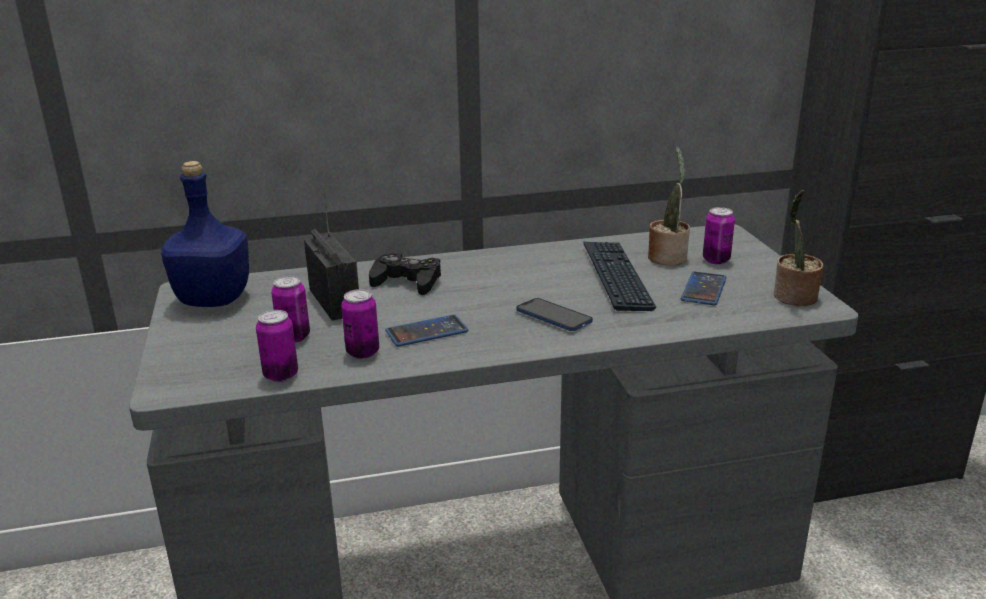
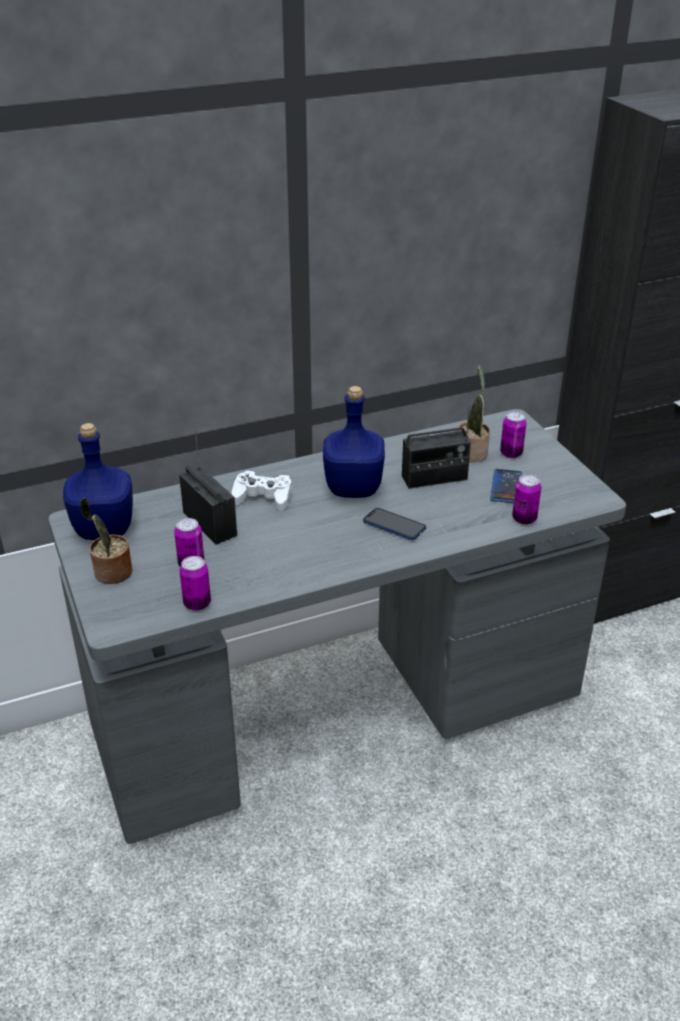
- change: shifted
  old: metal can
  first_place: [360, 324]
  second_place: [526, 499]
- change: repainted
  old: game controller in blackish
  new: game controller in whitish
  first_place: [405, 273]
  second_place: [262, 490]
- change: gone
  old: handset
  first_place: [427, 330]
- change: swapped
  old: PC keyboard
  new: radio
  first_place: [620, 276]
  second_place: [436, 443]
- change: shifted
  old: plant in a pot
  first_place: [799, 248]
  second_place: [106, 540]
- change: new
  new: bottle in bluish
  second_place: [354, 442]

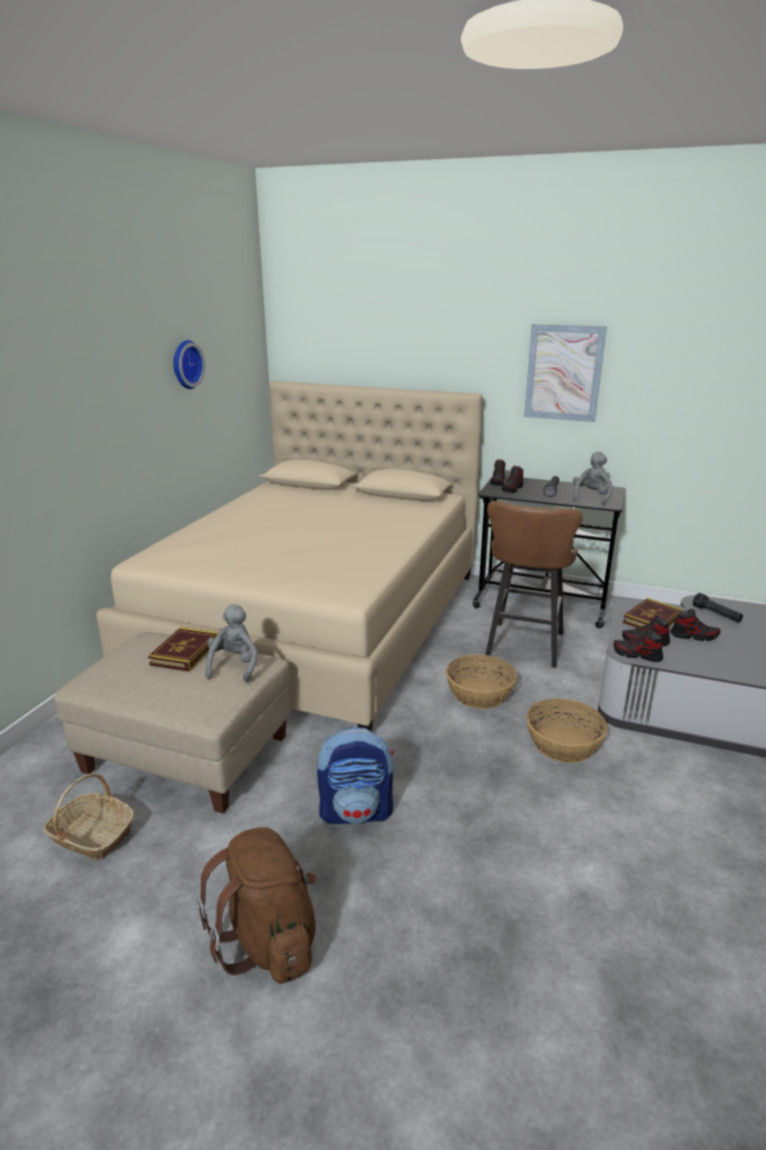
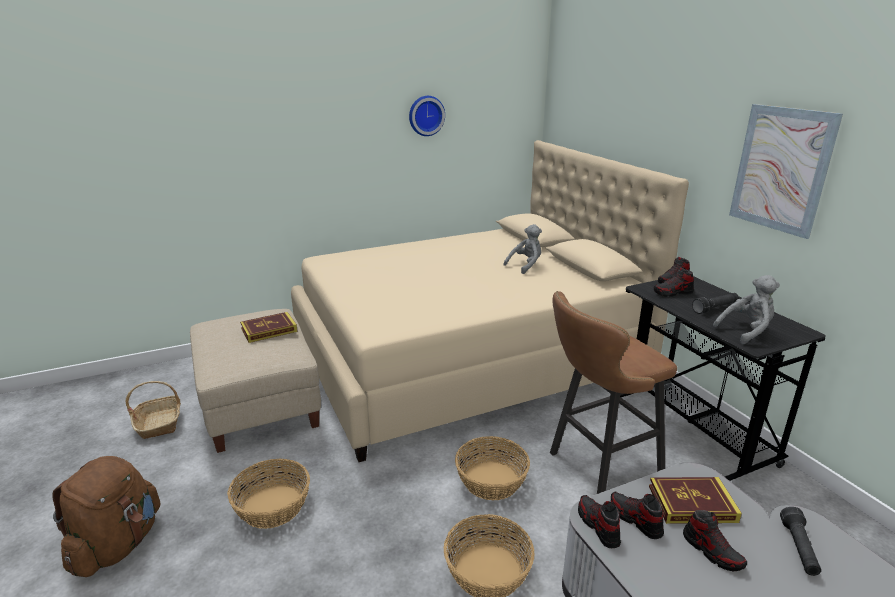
- change: shifted
  old: soft toy in gray
  first_place: [231, 643]
  second_place: [522, 249]
- change: swapped
  old: rucksack
  new: household basket
  first_place: [355, 775]
  second_place: [268, 494]

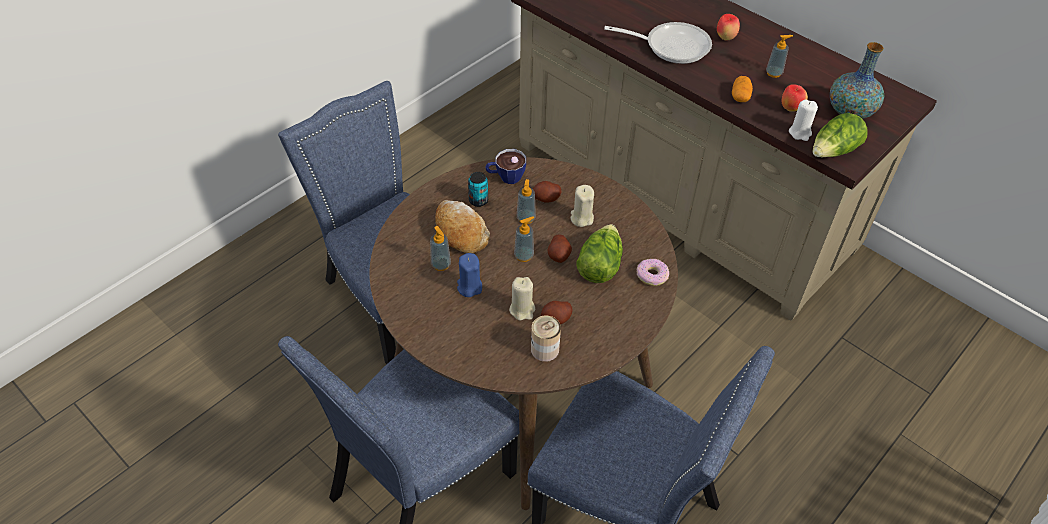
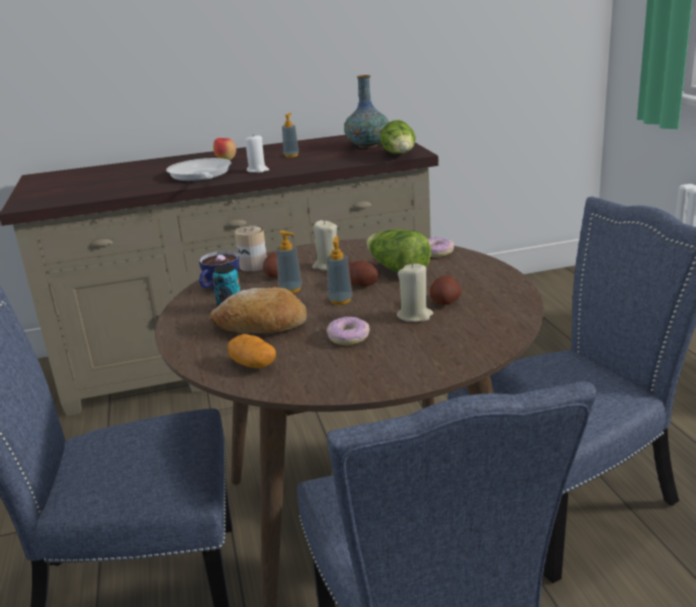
- change: gone
  old: liquid soap bottle
  first_place: [440, 248]
- change: swapped
  old: wax candle in bluish
  new: donut
  first_place: [469, 275]
  second_place: [348, 330]
- change: shifted
  old: metal can
  first_place: [546, 339]
  second_place: [251, 249]
- change: rotated
  old: skillet
  first_place: [658, 43]
  second_place: [198, 169]
  degrees: -60
- change: shifted
  old: spud
  first_place: [742, 89]
  second_place: [252, 351]
- change: gone
  old: apple fruit
  first_place: [795, 98]
- change: shifted
  old: wax candle in whitish
  first_place: [803, 120]
  second_place: [257, 153]

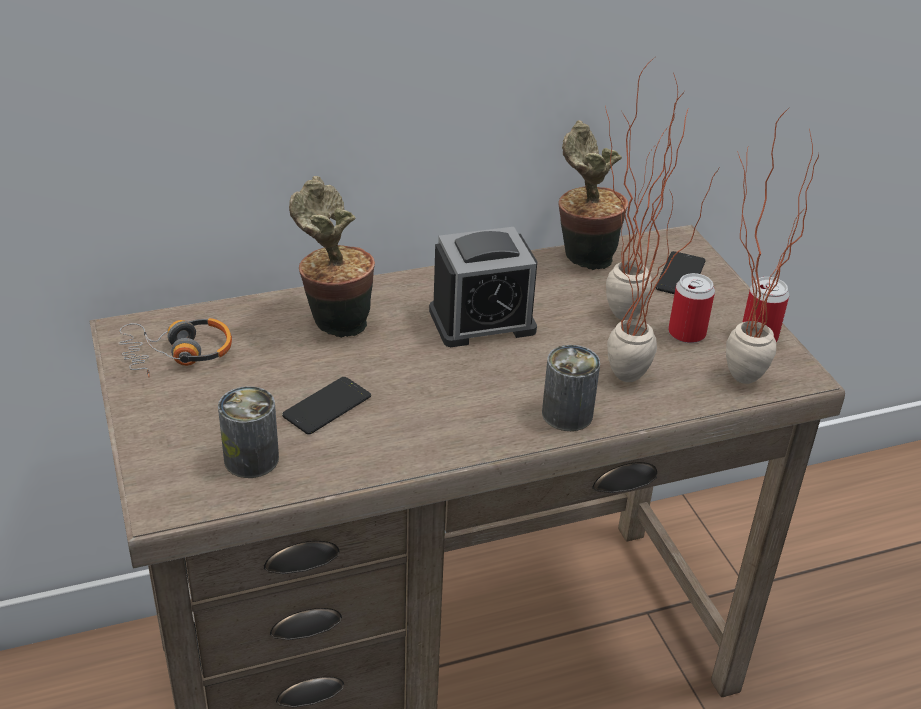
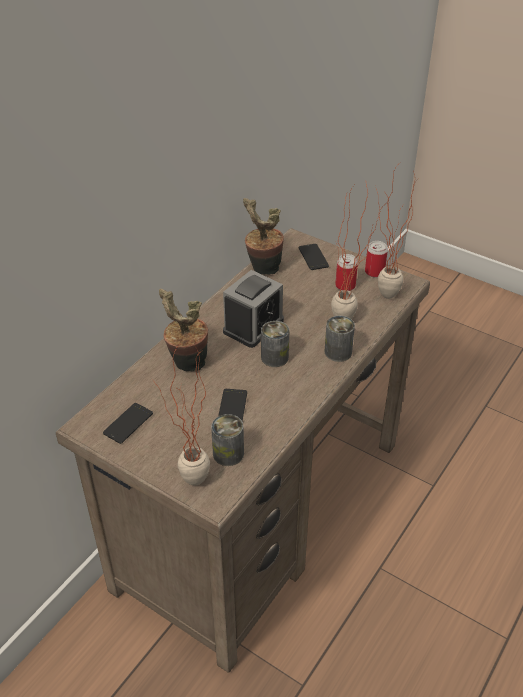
- change: swapped
  old: pair of headphones
  new: handset
  first_place: [175, 347]
  second_place: [128, 423]
- change: shifted
  old: plant in a pot
  first_place: [644, 189]
  second_place: [181, 413]
- change: new
  new: metal can
  second_place: [275, 344]

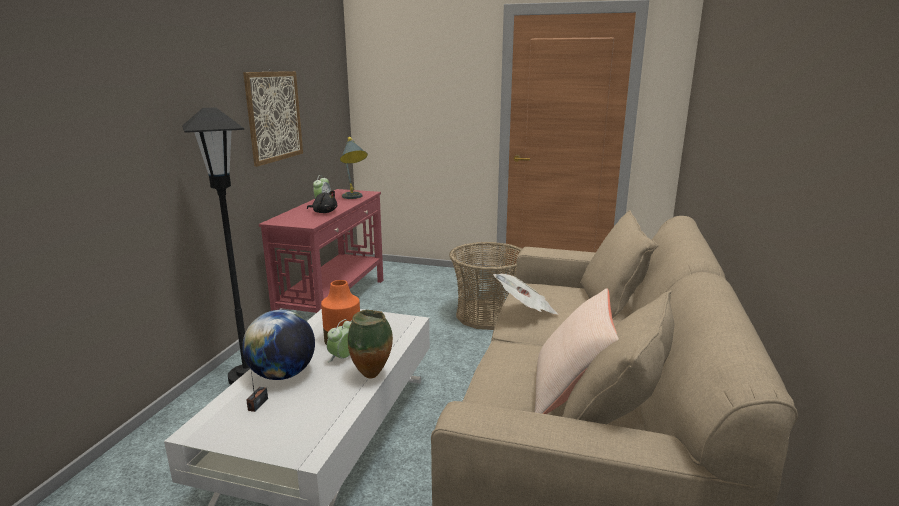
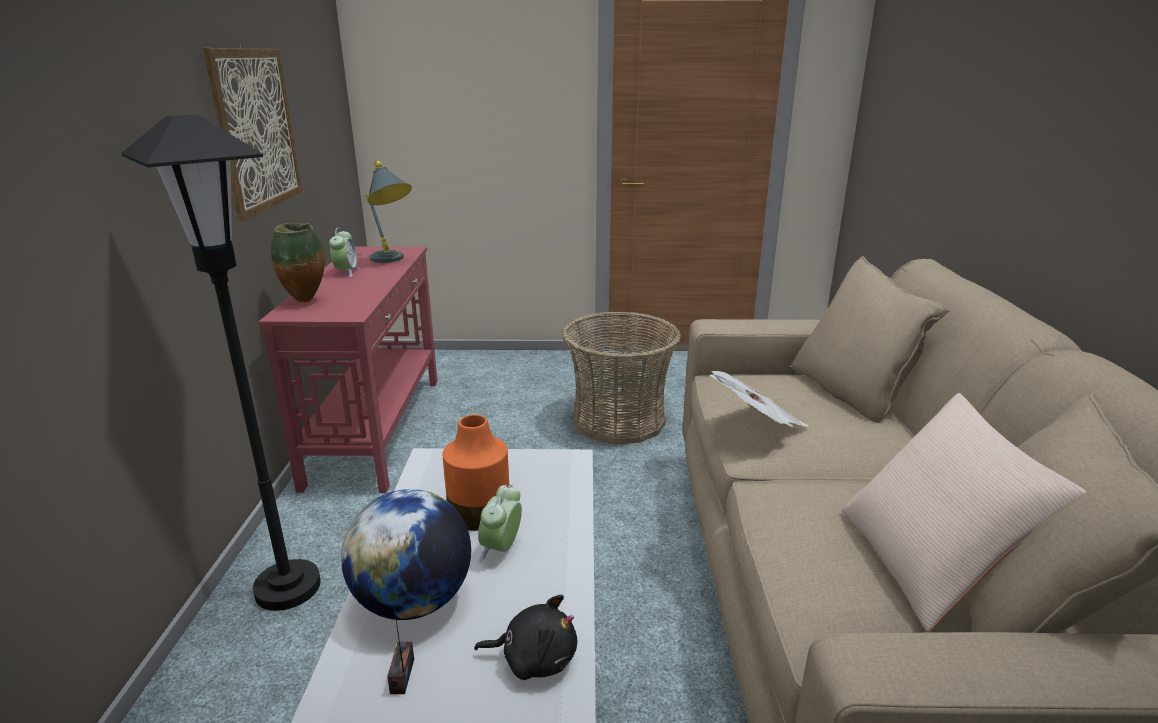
- change: shifted
  old: soft toy in blackish
  first_place: [322, 201]
  second_place: [525, 637]
- change: shifted
  old: vase
  first_place: [370, 344]
  second_place: [298, 262]

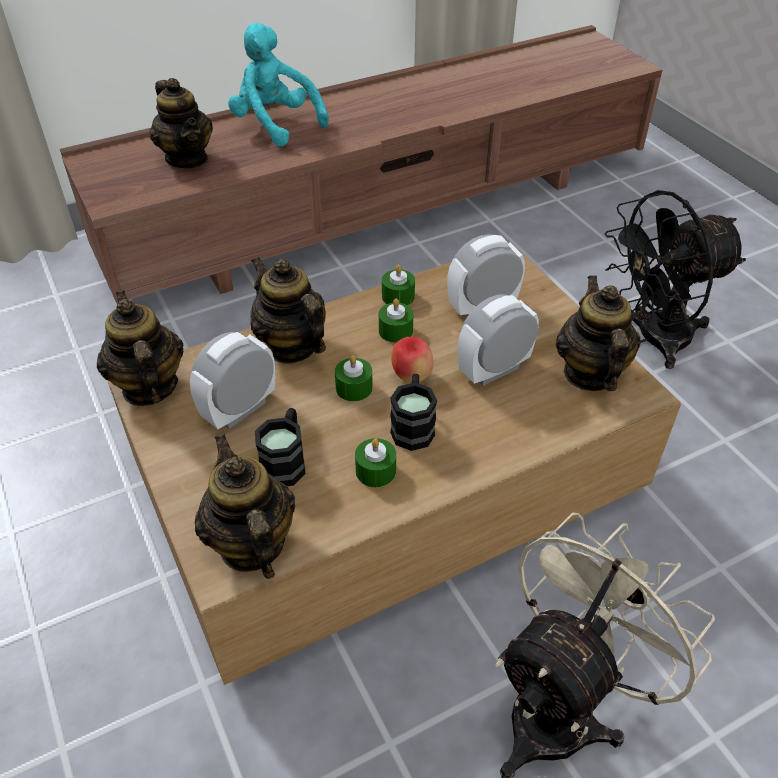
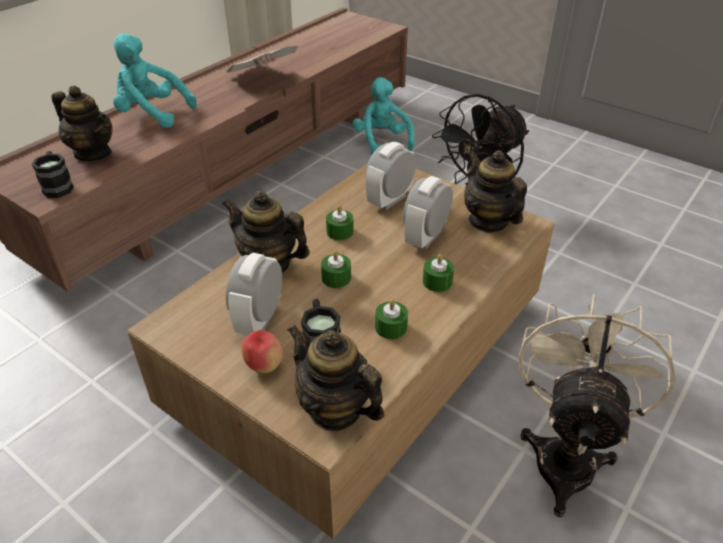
- change: gone
  old: teapot
  first_place: [140, 348]
- change: shifted
  old: wax candle in greenish
  first_place: [398, 285]
  second_place: [438, 273]
- change: shifted
  old: tea mug in blackish
  first_place: [413, 412]
  second_place: [53, 174]
- change: shifted
  old: apple fruit
  first_place: [412, 360]
  second_place: [262, 351]
- change: new
  new: daily paper
  second_place: [262, 59]
- change: new
  new: soft toy in turquoise
  second_place: [384, 115]

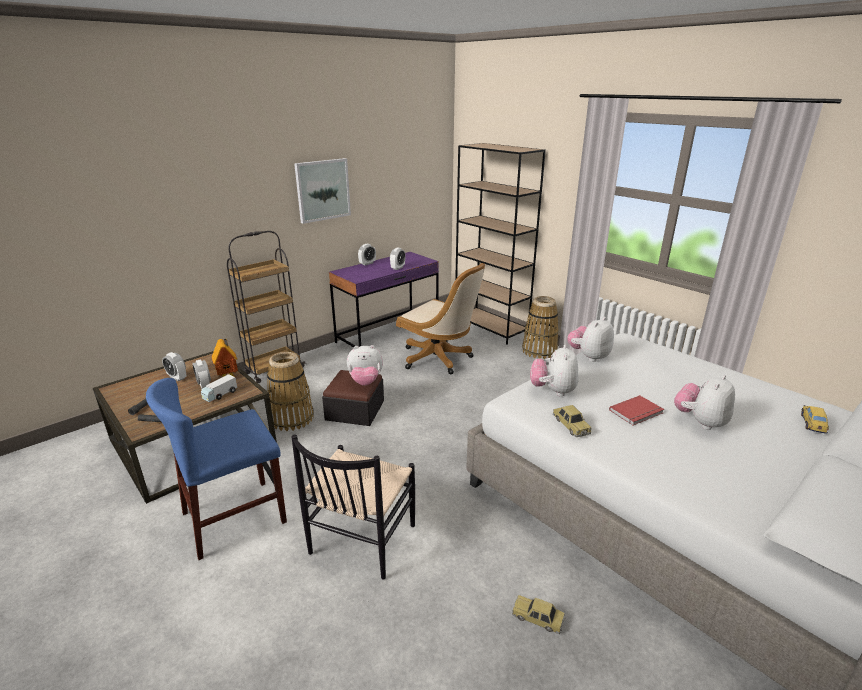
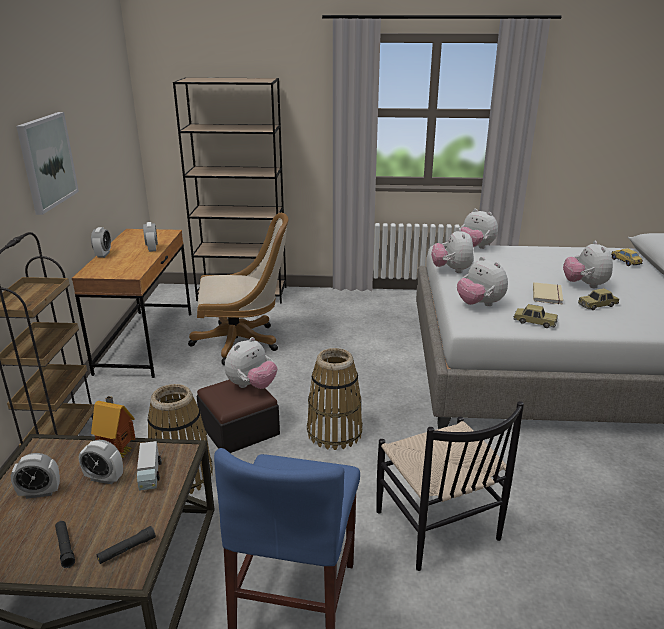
- change: repainted
  old: desk table in purple-coloured
  new: desk table in brown
  first_place: [384, 299]
  second_place: [131, 303]
- change: shifted
  old: model car
  first_place: [538, 614]
  second_place: [598, 299]
- change: shifted
  old: household basket
  first_place: [540, 327]
  second_place: [335, 399]
- change: repainted
  old: book in red-coloured
  new: book in sand-coloured
  first_place: [636, 410]
  second_place: [548, 293]
- change: new
  new: soft toy
  second_place: [479, 229]

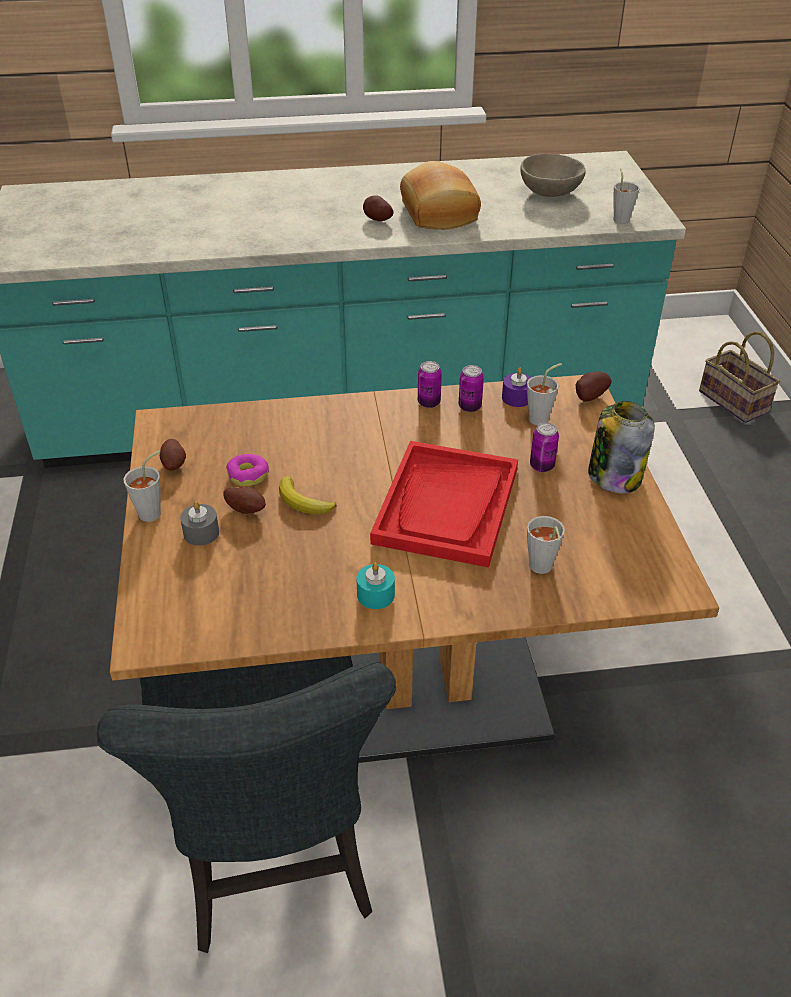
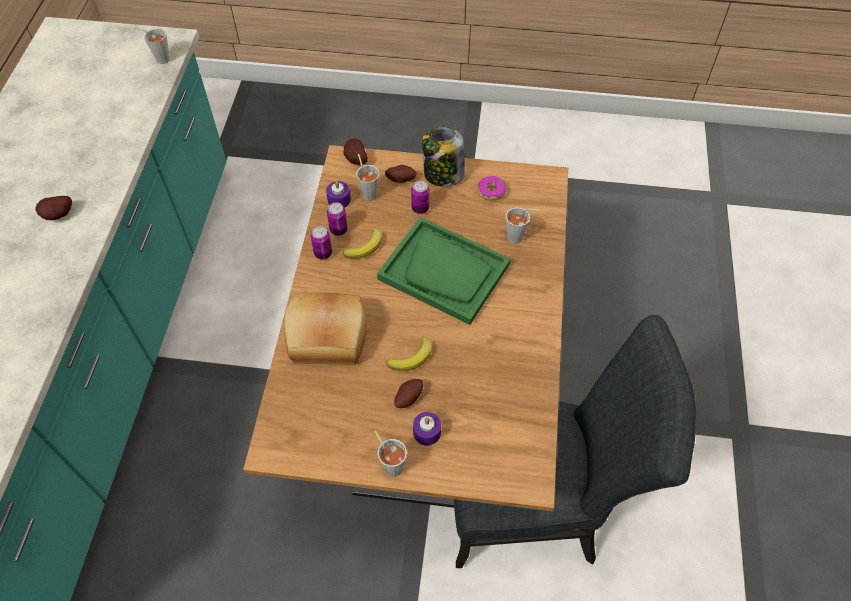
- change: shifted
  old: spud
  first_place: [173, 455]
  second_place: [401, 174]
- change: repainted
  old: wax candle in gray
  new: wax candle in purple-coloured
  first_place: [199, 523]
  second_place: [427, 428]
- change: shifted
  old: donut
  first_place: [247, 470]
  second_place: [492, 188]
- change: gone
  old: wax candle in turquoise
  first_place: [376, 586]
- change: repainted
  old: tray in red-coloured
  new: tray in greenish
  first_place: [444, 504]
  second_place: [444, 271]
- change: shifted
  old: bread
  first_place: [440, 195]
  second_place: [325, 329]
- change: gone
  old: bowl in sand-coloured
  first_place: [553, 175]
- change: gone
  old: household basket
  first_place: [739, 377]
- change: new
  new: banana fruit
  second_place: [362, 243]

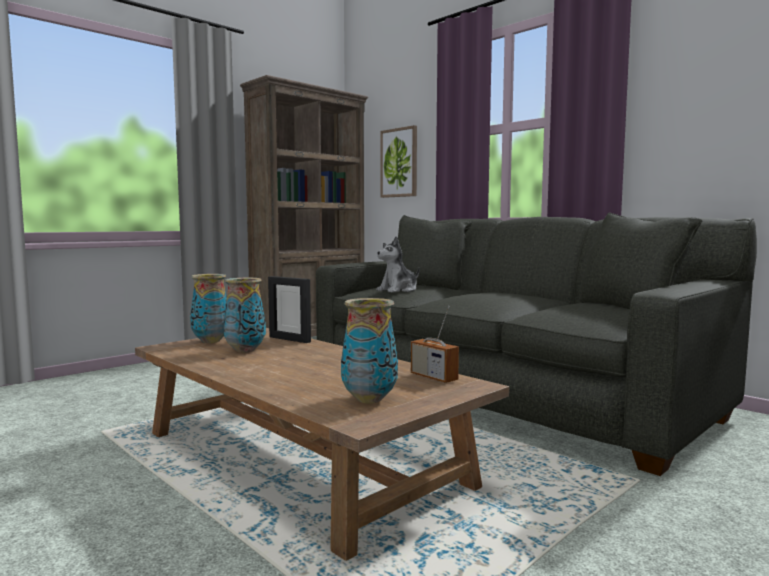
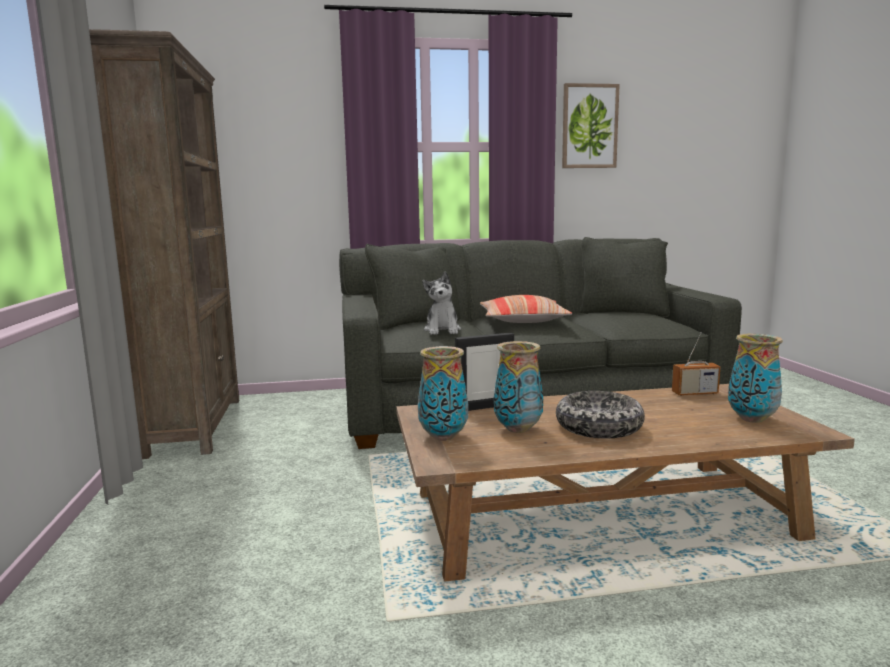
- change: shifted
  old: wall art
  first_place: [398, 161]
  second_place: [591, 125]
- change: new
  new: pillow
  second_place: [526, 309]
- change: new
  new: bowl
  second_place: [600, 414]

